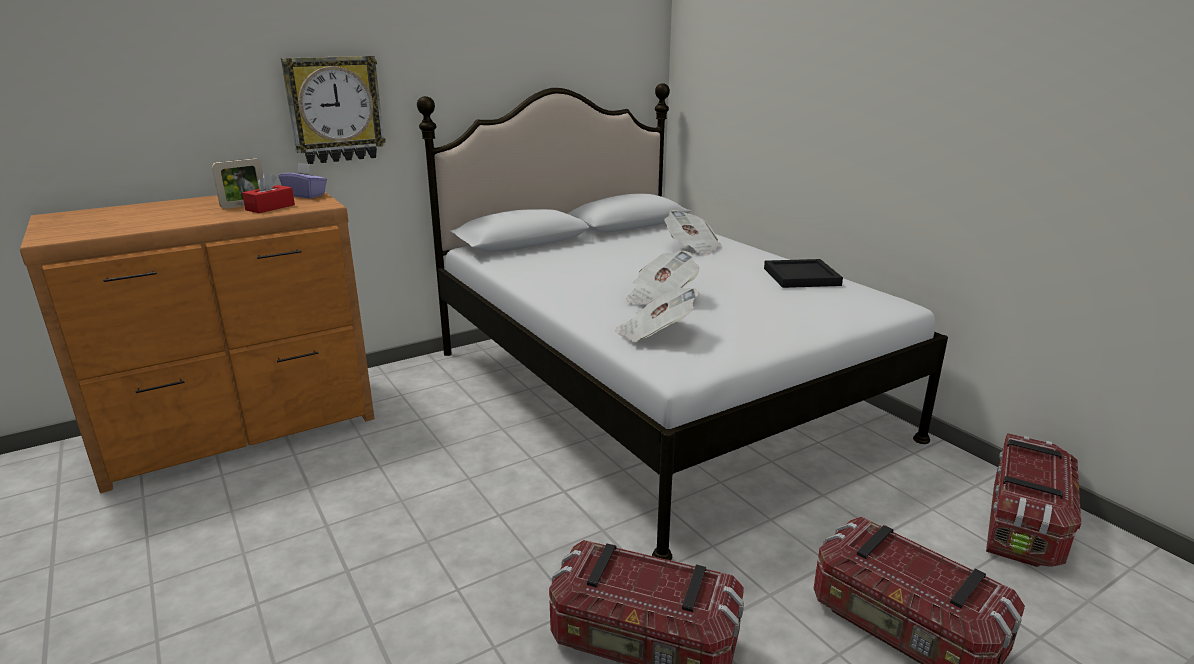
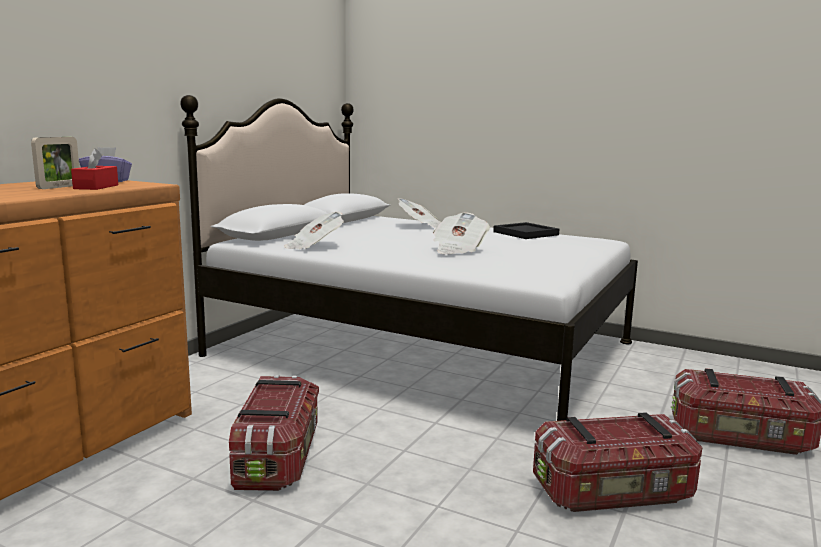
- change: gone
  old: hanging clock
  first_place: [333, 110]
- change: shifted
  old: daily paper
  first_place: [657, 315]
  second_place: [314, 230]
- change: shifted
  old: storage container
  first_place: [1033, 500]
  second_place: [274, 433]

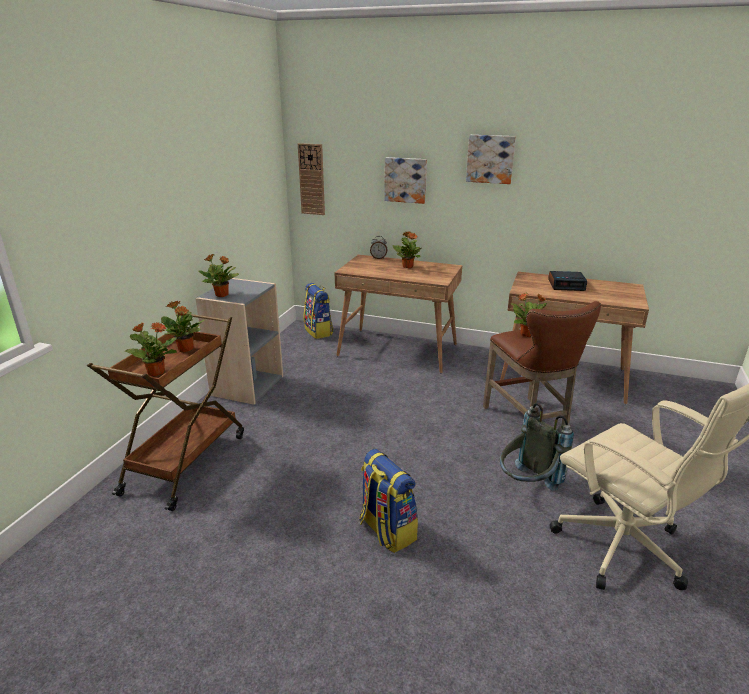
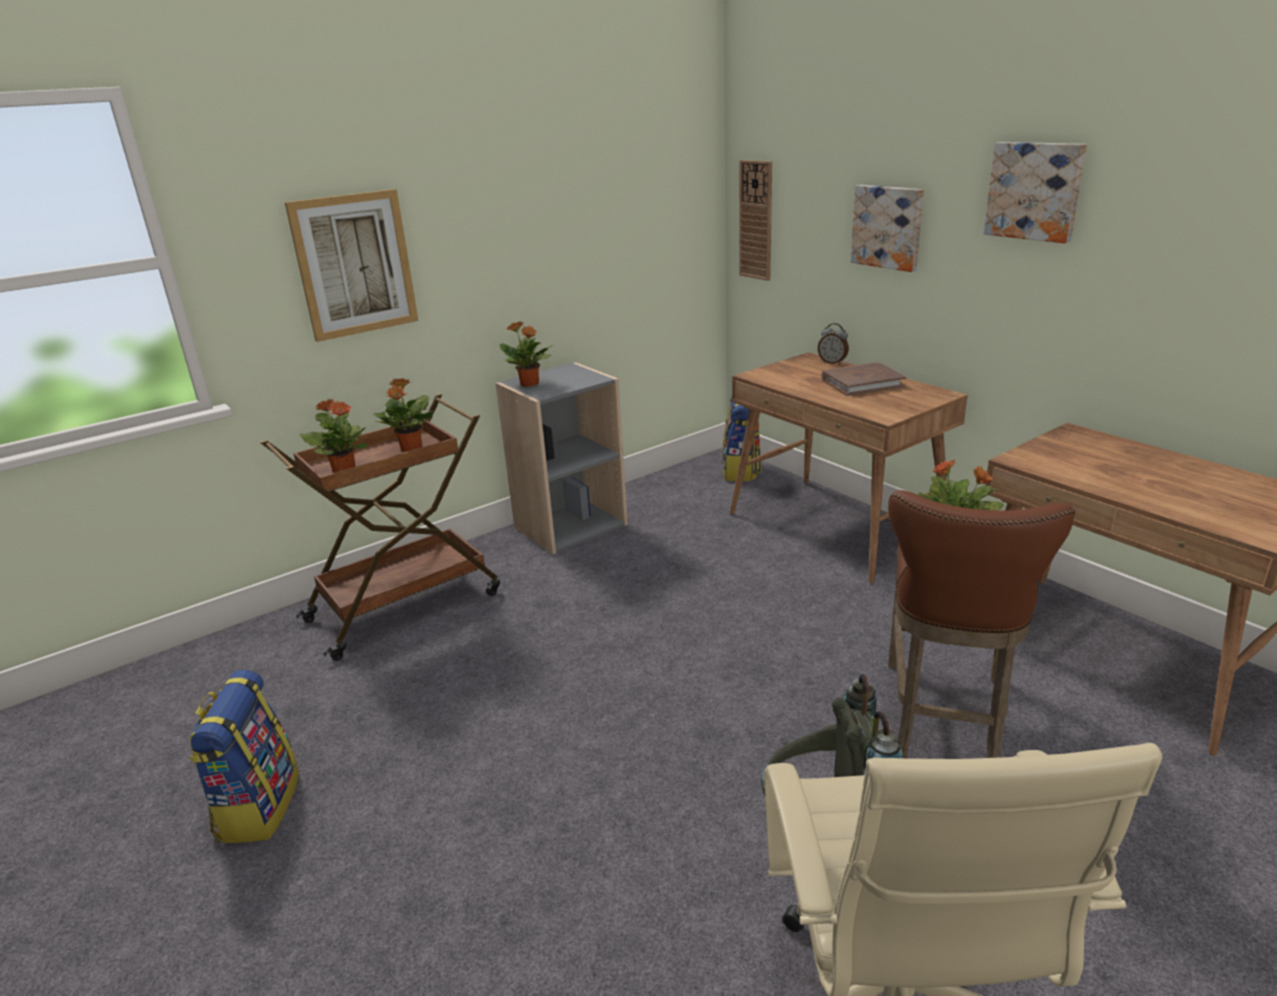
- change: shifted
  old: rucksack
  first_place: [388, 501]
  second_place: [244, 756]
- change: swapped
  old: plant in a pot
  new: book in brown
  first_place: [406, 249]
  second_place: [864, 379]
- change: gone
  old: alarm clock
  first_place: [567, 281]
- change: new
  new: wall art
  second_place: [351, 265]

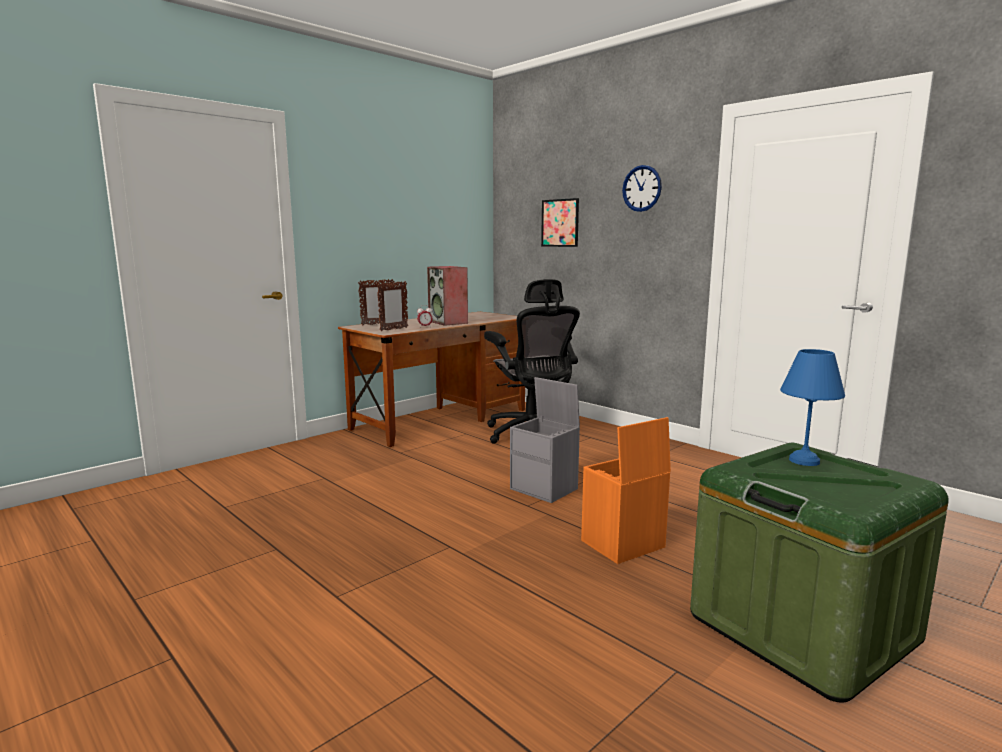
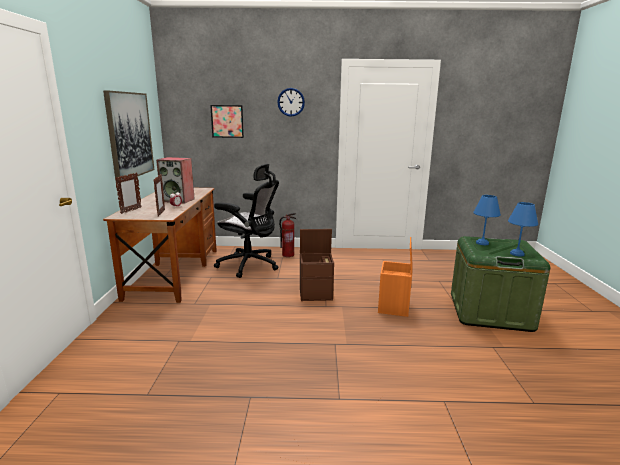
- change: repainted
  old: storage container in gray
  new: storage container in brown
  first_place: [545, 440]
  second_place: [317, 265]
- change: new
  new: wall art
  second_place: [128, 134]
- change: new
  new: fire-fighting cylinder
  second_place: [287, 235]
- change: new
  new: tabletop lamp in bluish
  second_place: [523, 229]

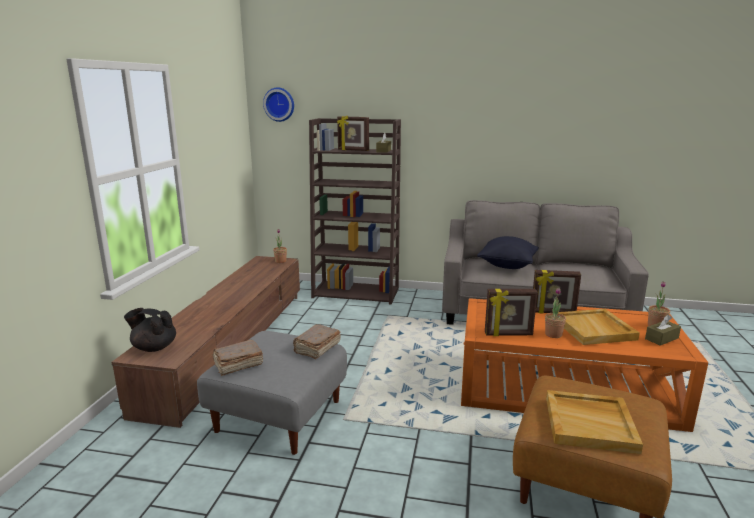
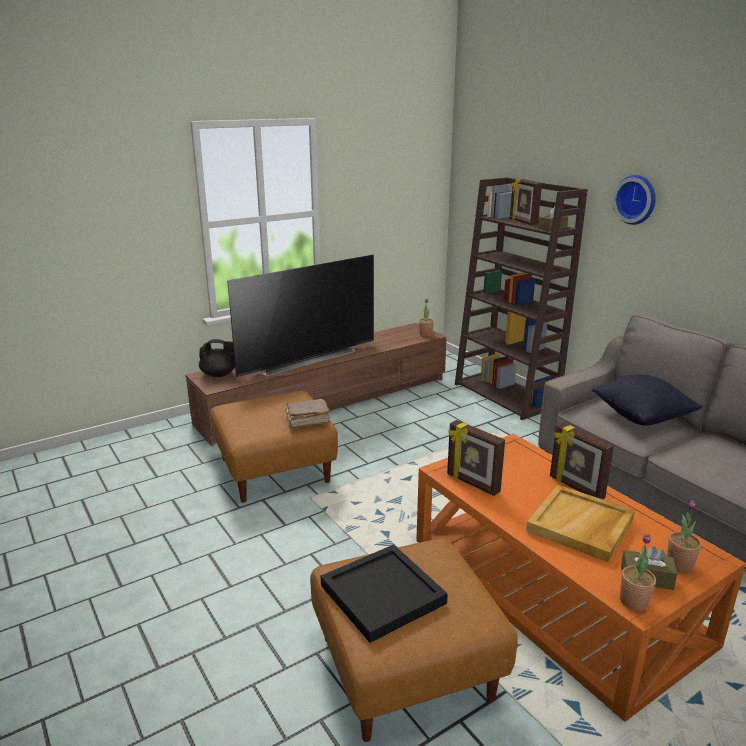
- change: rotated
  old: teapot in blackish
  first_place: [150, 330]
  second_place: [217, 358]
  degrees: 120
- change: repainted
  old: pouffe in gray
  new: pouffe in brown
  first_place: [272, 393]
  second_place: [274, 446]
- change: gone
  old: book in brown
  first_place: [237, 358]
- change: shifted
  old: hanging clock
  first_place: [278, 104]
  second_place: [634, 200]
- change: shifted
  old: plant in a pot
  first_place: [555, 313]
  second_place: [638, 572]
- change: repainted
  old: tray in sand-coloured
  new: tray in blackish
  first_place: [594, 422]
  second_place: [384, 593]
- change: new
  new: TV
  second_place: [300, 316]

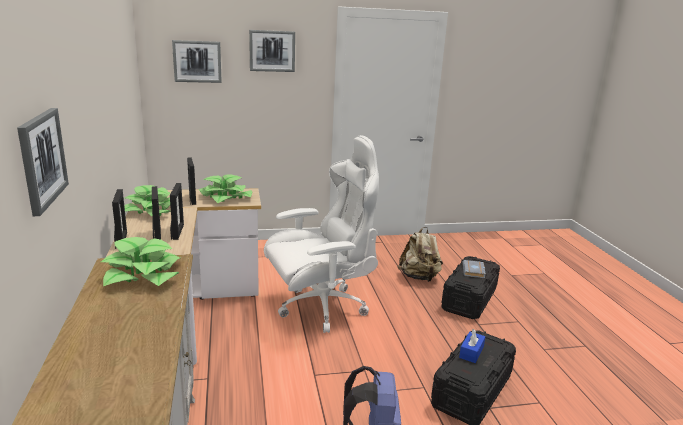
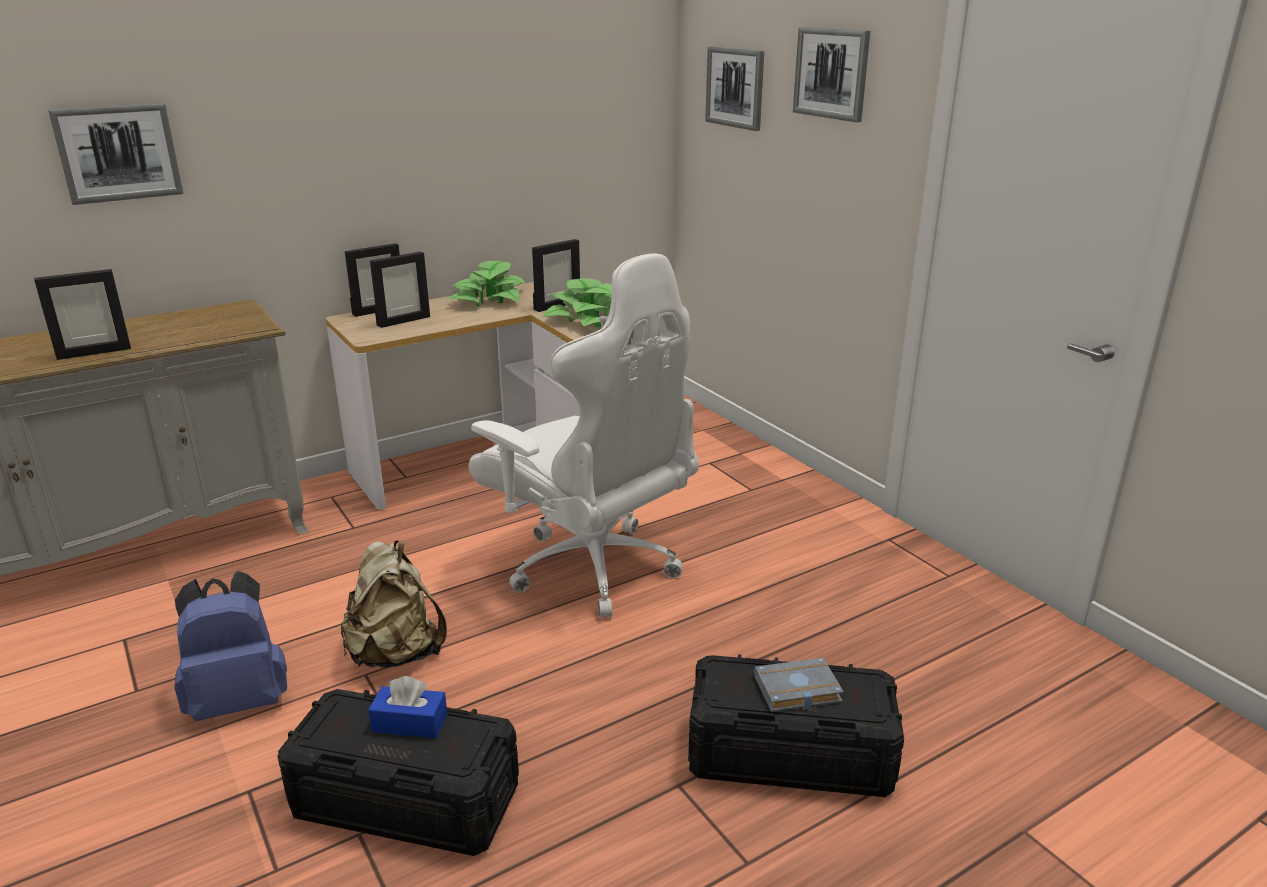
- change: gone
  old: plant in a pot
  first_place: [140, 261]
- change: shifted
  old: standing frame
  first_place: [177, 211]
  second_place: [82, 314]
- change: shifted
  old: rucksack in sand-coloured
  first_place: [420, 254]
  second_place: [394, 604]

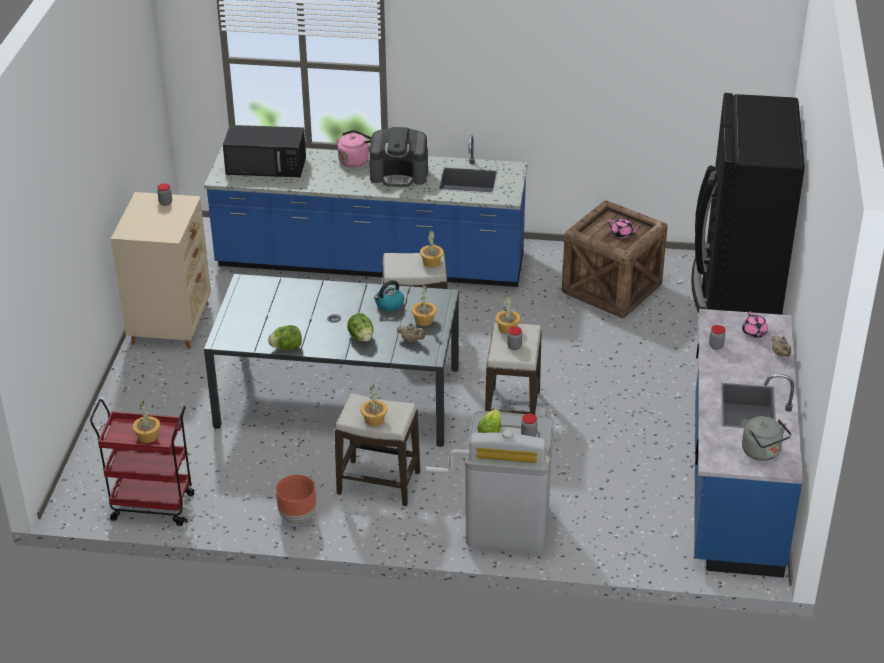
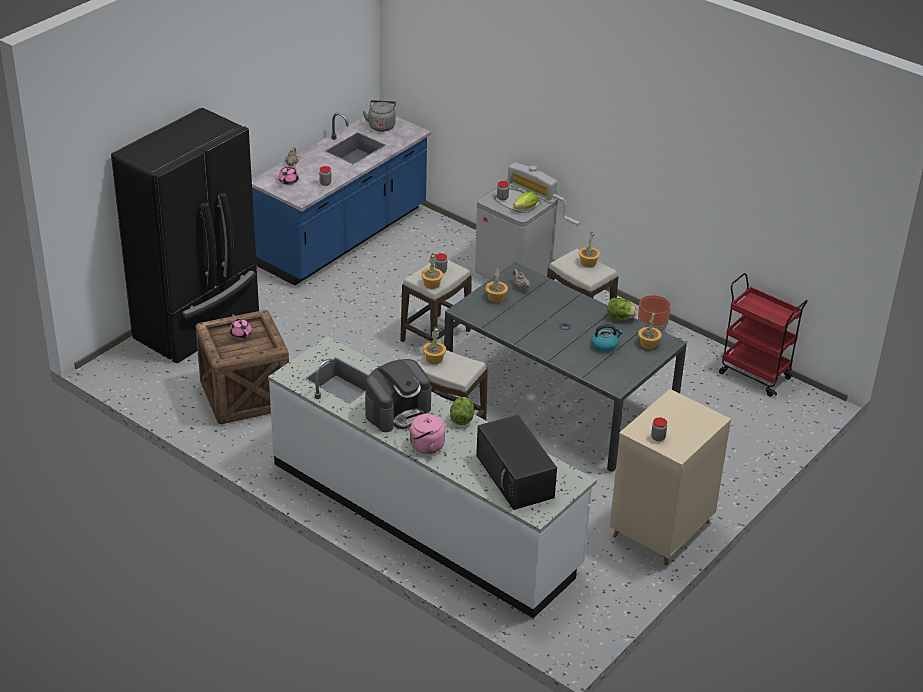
- change: shifted
  old: plant in a pot
  first_place: [146, 422]
  second_place: [650, 330]
- change: repainted
  old: counter in bluish
  new: counter in whitish
  first_place: [366, 211]
  second_place: [432, 477]
- change: rotated
  old: kitchen microwave in blackish
  first_place: [264, 151]
  second_place: [516, 462]
  degrees: -150
- change: shifted
  old: lettuce head
  first_place: [360, 327]
  second_place: [462, 411]
- change: rotated
  old: coffee machine
  first_place: [398, 157]
  second_place: [398, 395]
  degrees: 105
- change: shifted
  old: kettle
  first_place: [389, 295]
  second_place: [607, 338]

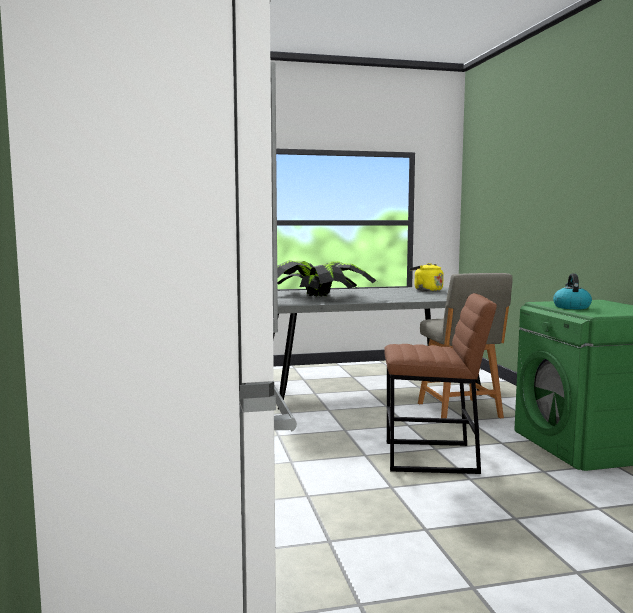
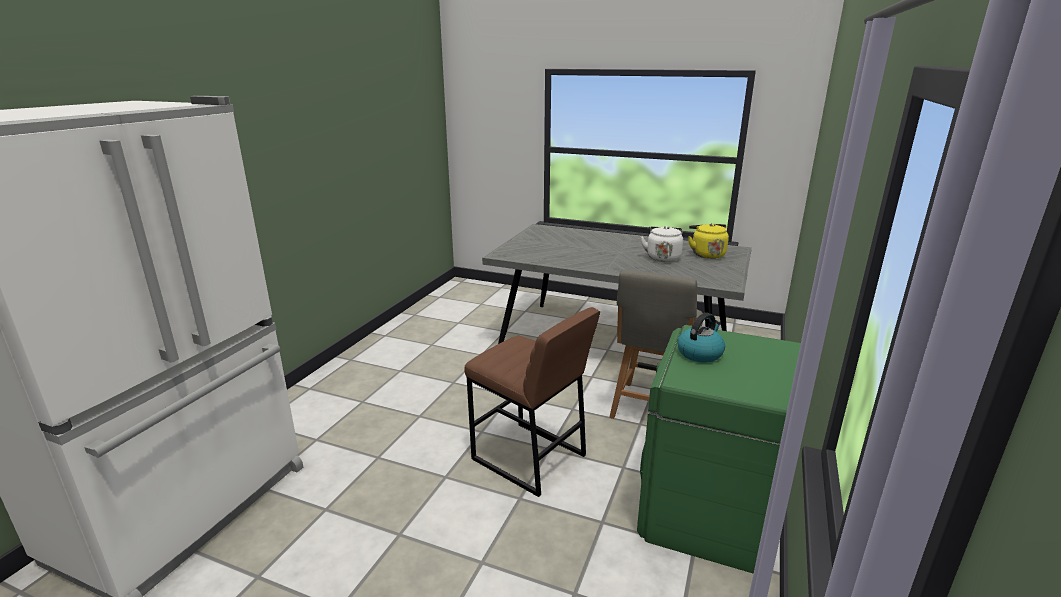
- change: gone
  old: plant in a pot
  first_place: [327, 278]
- change: new
  new: kettle in whitish
  second_place: [662, 244]

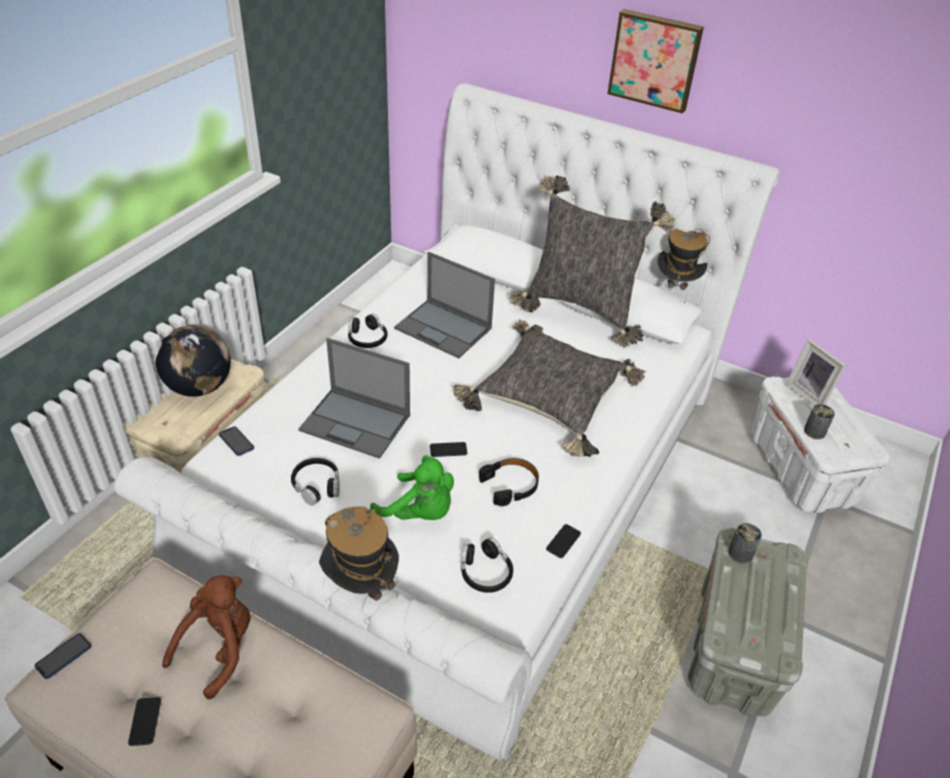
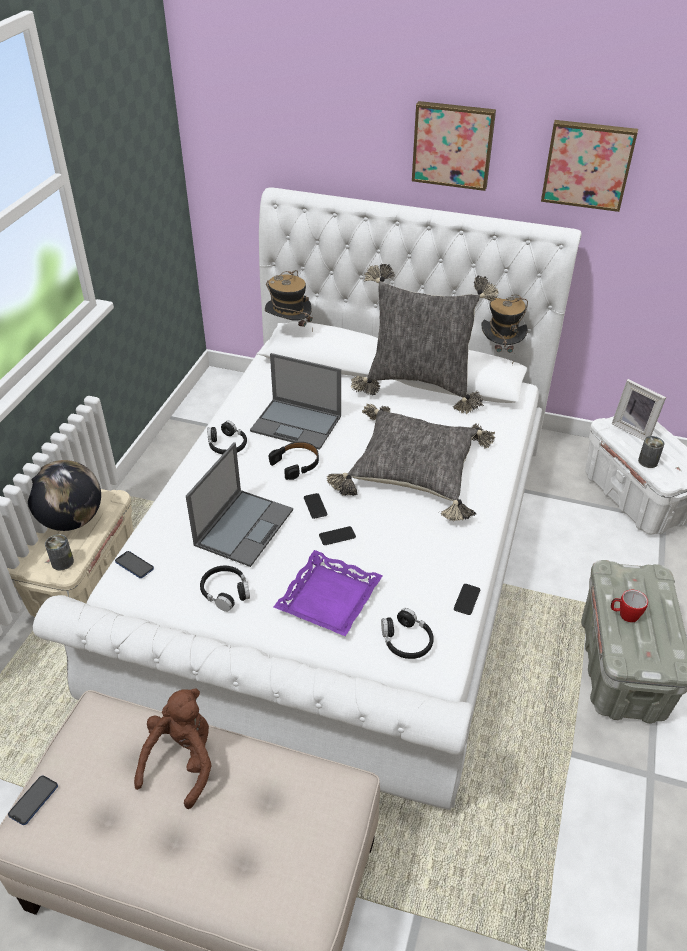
- change: shifted
  old: handset
  first_place: [144, 721]
  second_place: [315, 506]
- change: rotated
  old: portable computer
  first_place: [354, 398]
  second_place: [239, 504]
  degrees: -75
- change: shifted
  old: hat
  first_place: [359, 553]
  second_place: [289, 301]
- change: swapped
  old: soft toy in greenish
  new: tray in purple-coloured
  first_place: [412, 487]
  second_place: [328, 593]
- change: shifted
  old: pair of headphones in blackish
  first_place: [509, 482]
  second_place: [294, 461]
- change: shifted
  old: metal can
  first_place: [745, 543]
  second_place: [59, 552]
- change: new
  new: wall art
  second_place: [589, 166]
- change: new
  new: tea mug
  second_place: [629, 606]

